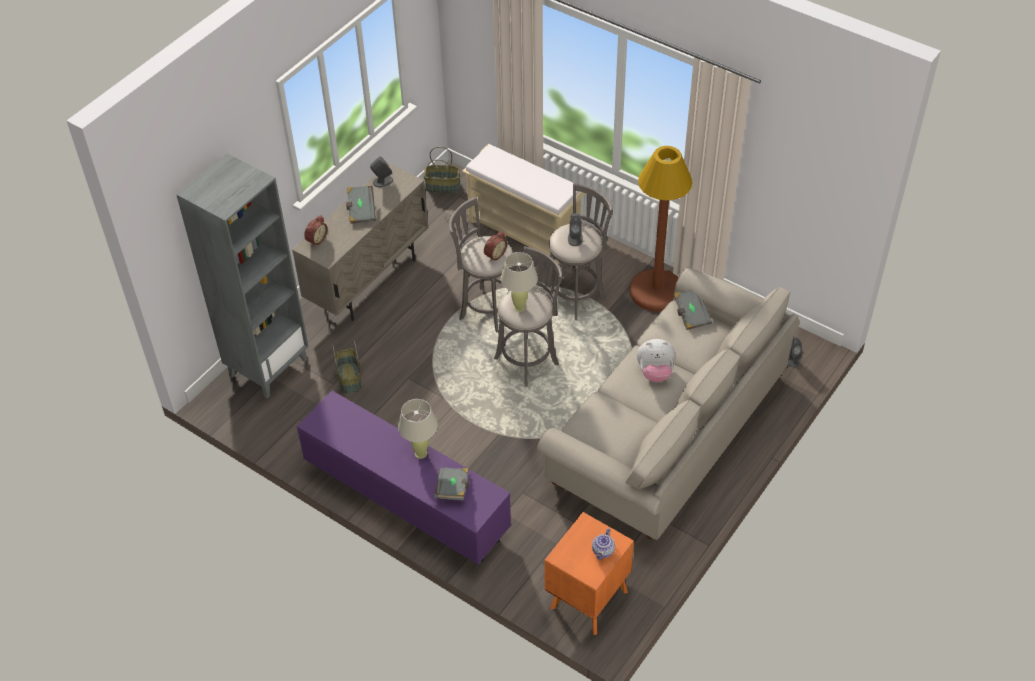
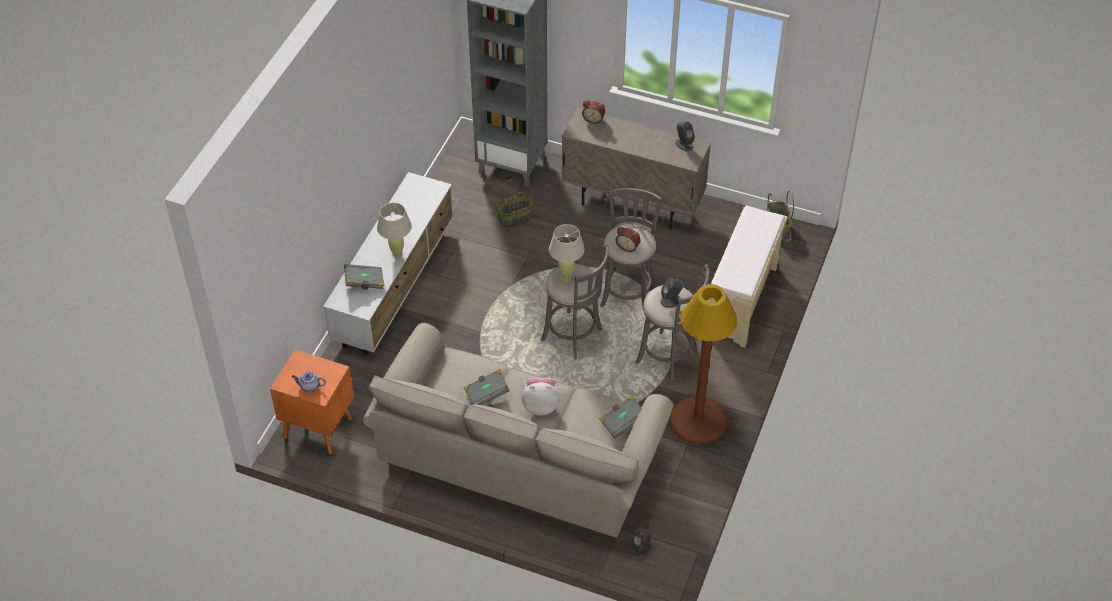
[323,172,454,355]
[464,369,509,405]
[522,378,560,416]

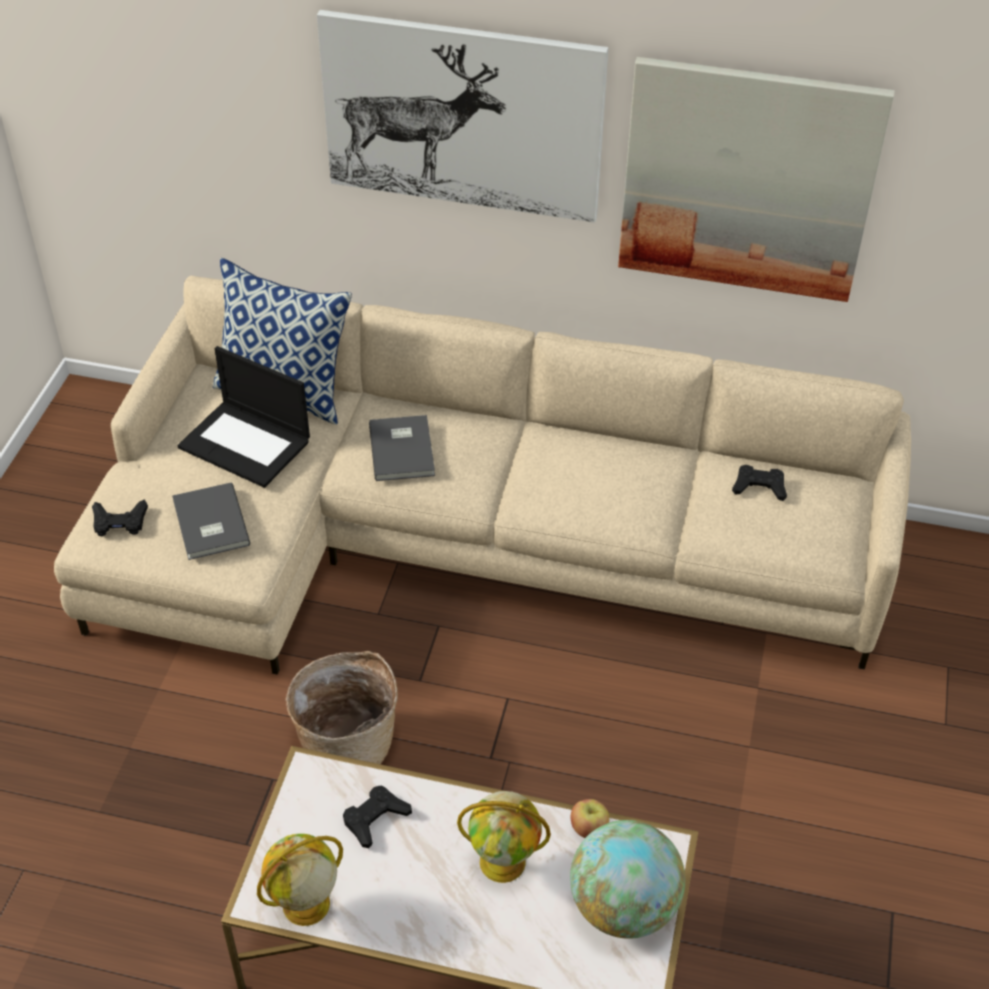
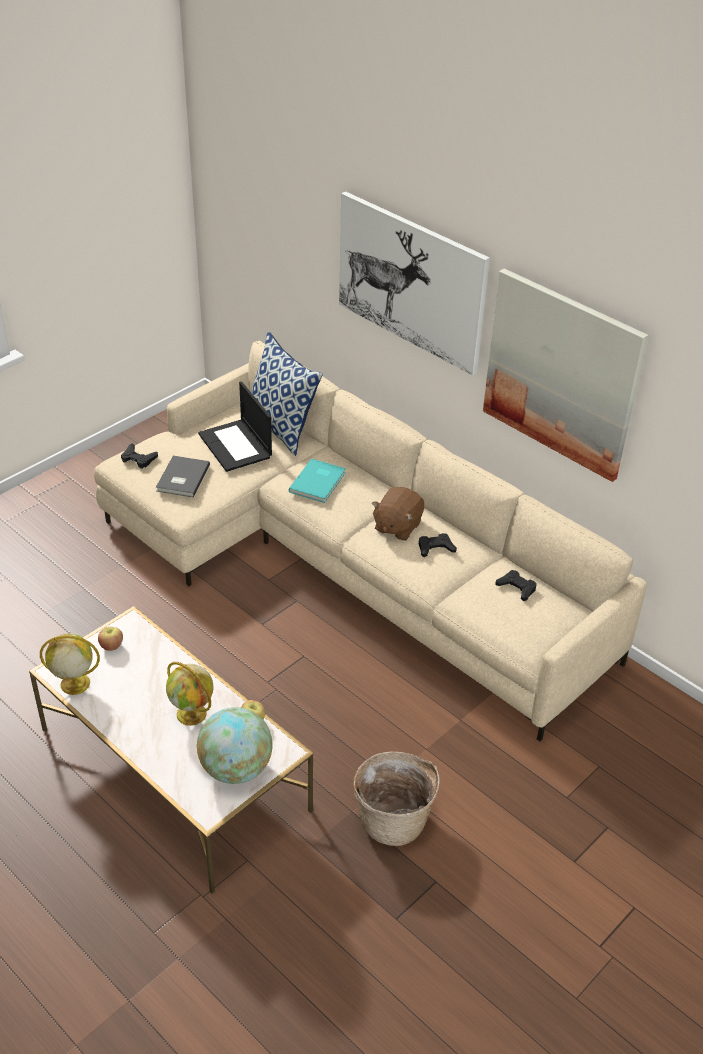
[98,627,123,651]
[289,459,346,503]
[354,751,440,846]
[372,487,424,541]
[419,533,457,557]

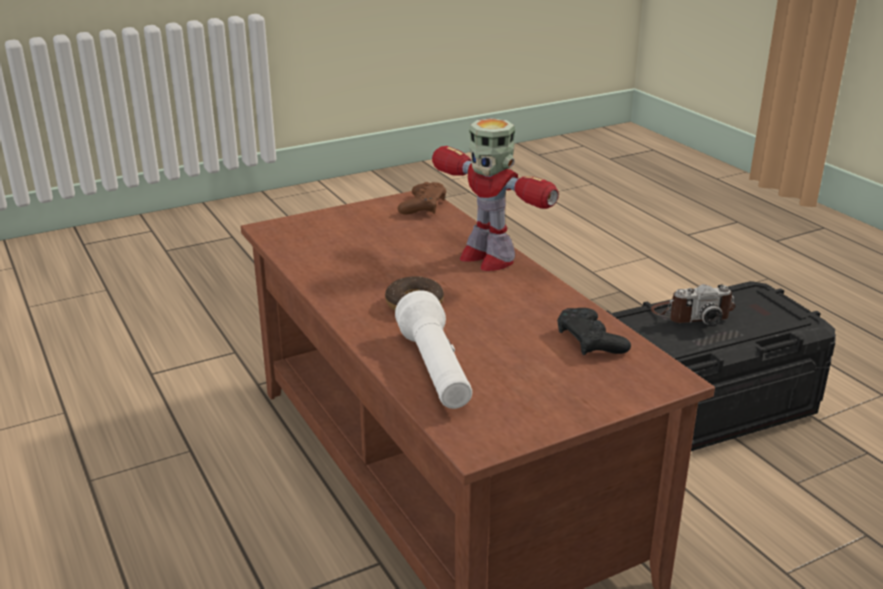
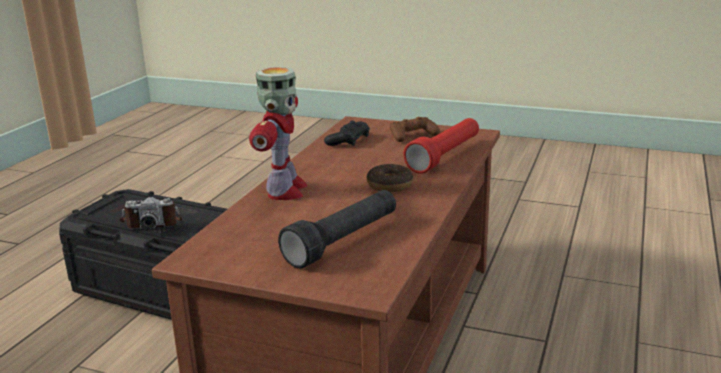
[119,197,182,230]
[278,190,396,269]
[390,117,440,142]
[403,118,479,174]

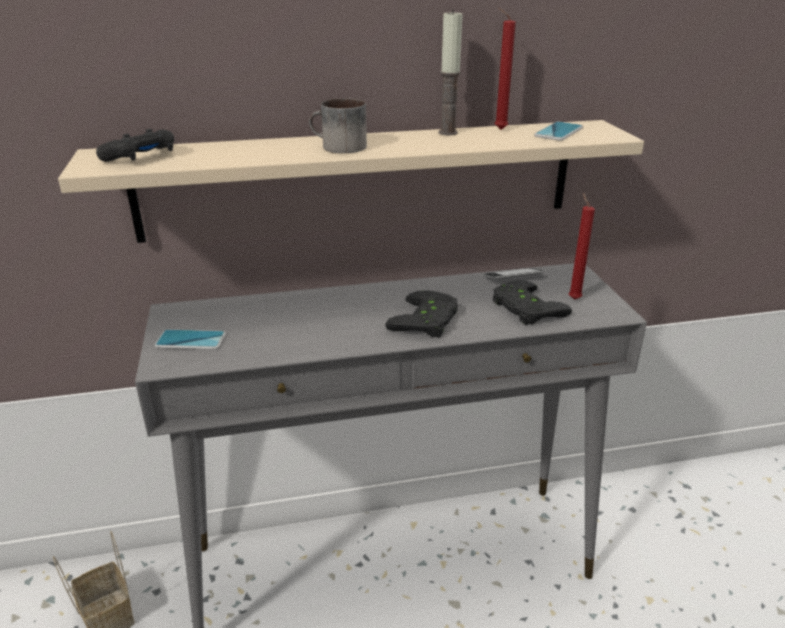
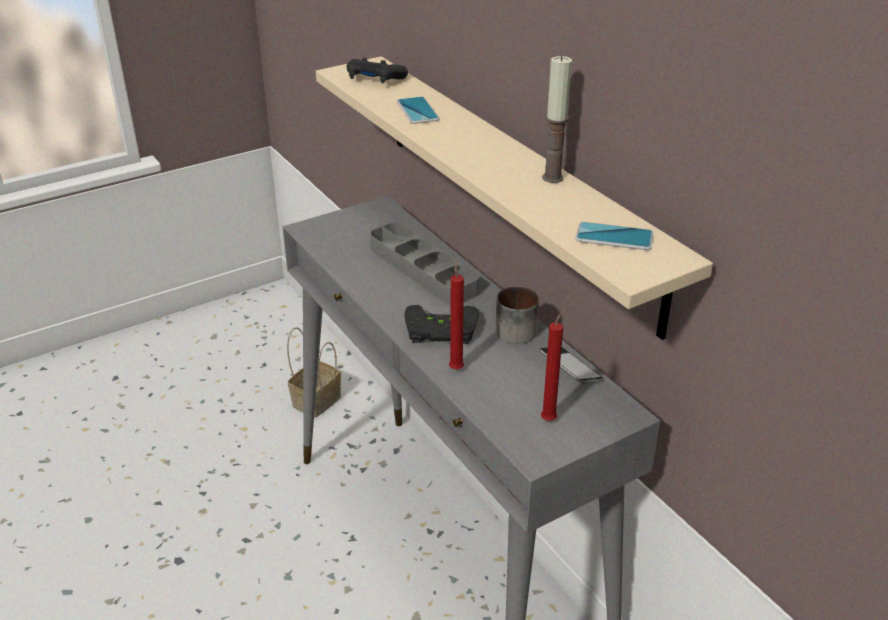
[370,223,479,305]
[397,97,440,124]
[449,260,464,370]
[495,286,539,344]
[493,280,572,325] (first image)

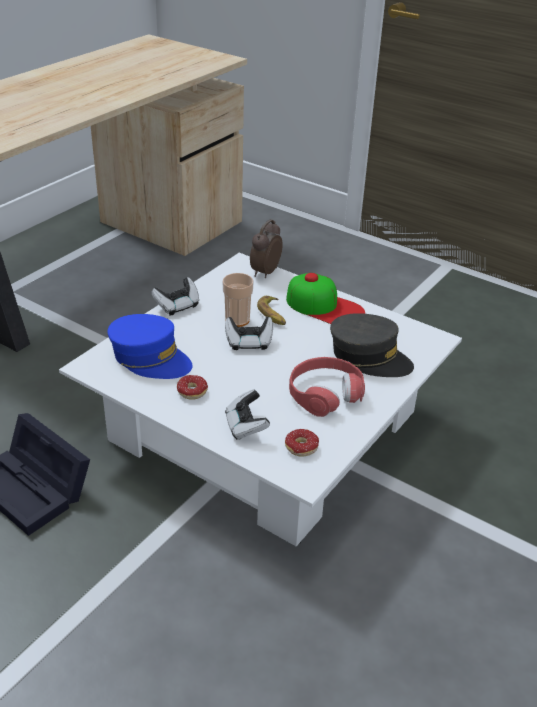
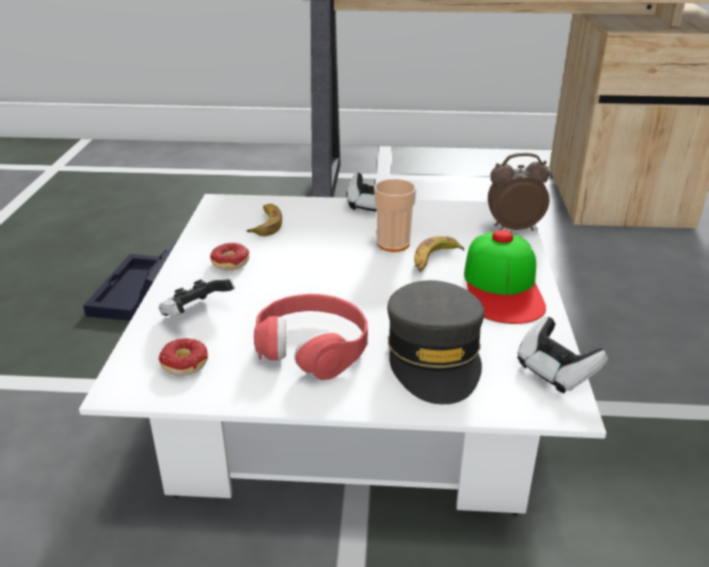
[246,204,282,236]
[517,317,608,393]

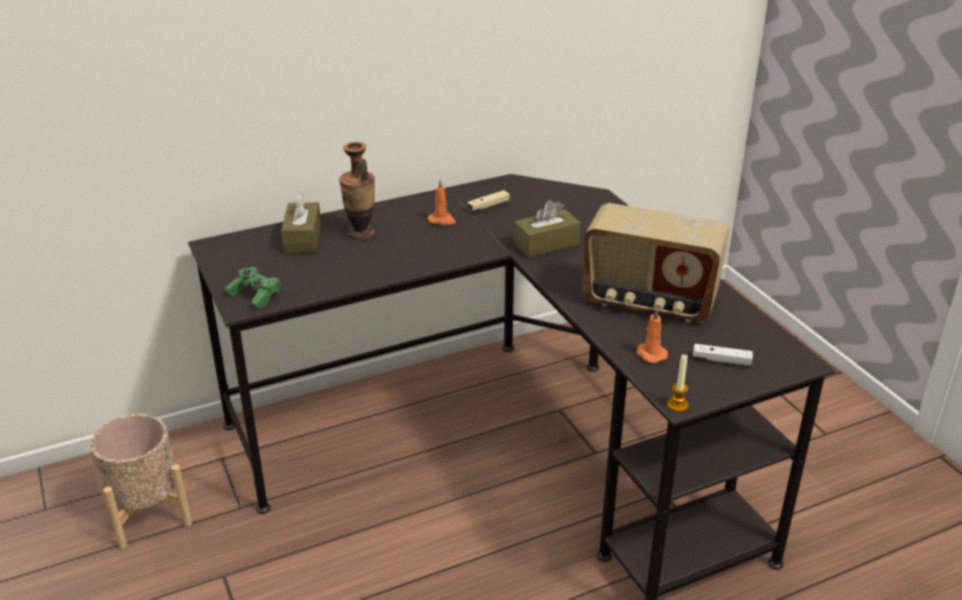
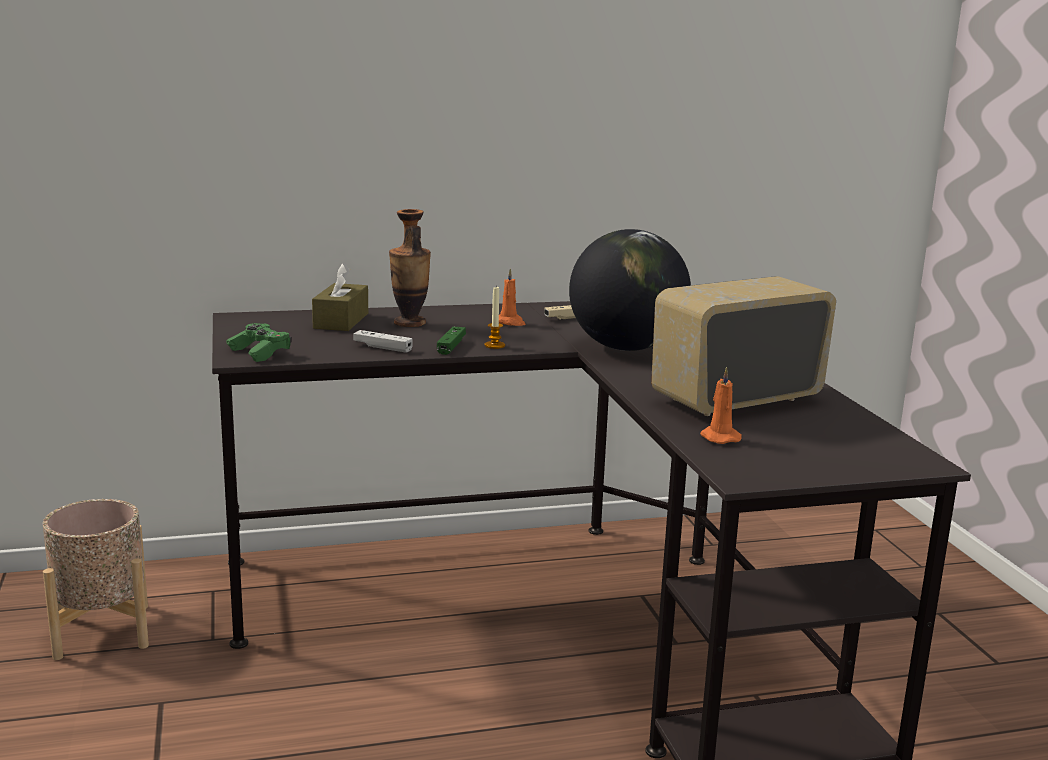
[353,330,413,353]
[437,326,466,355]
[484,287,505,349]
[569,229,691,351]
[651,276,836,416]

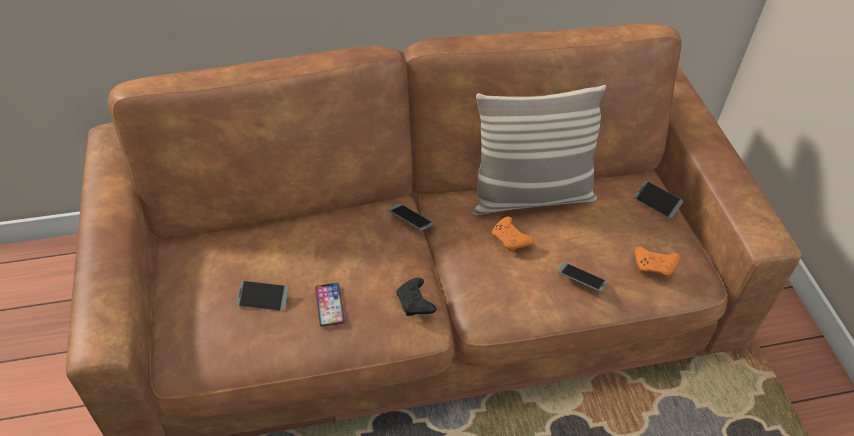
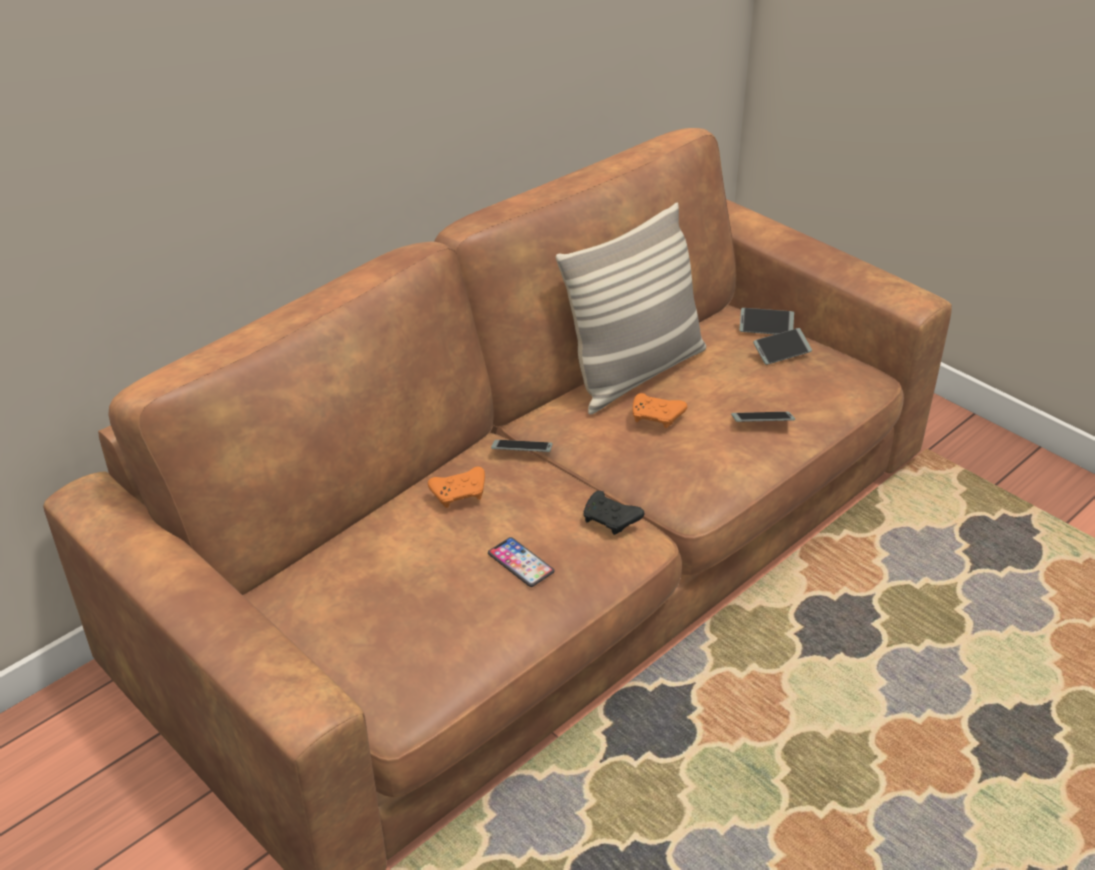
[428,467,485,508]
[753,328,812,365]

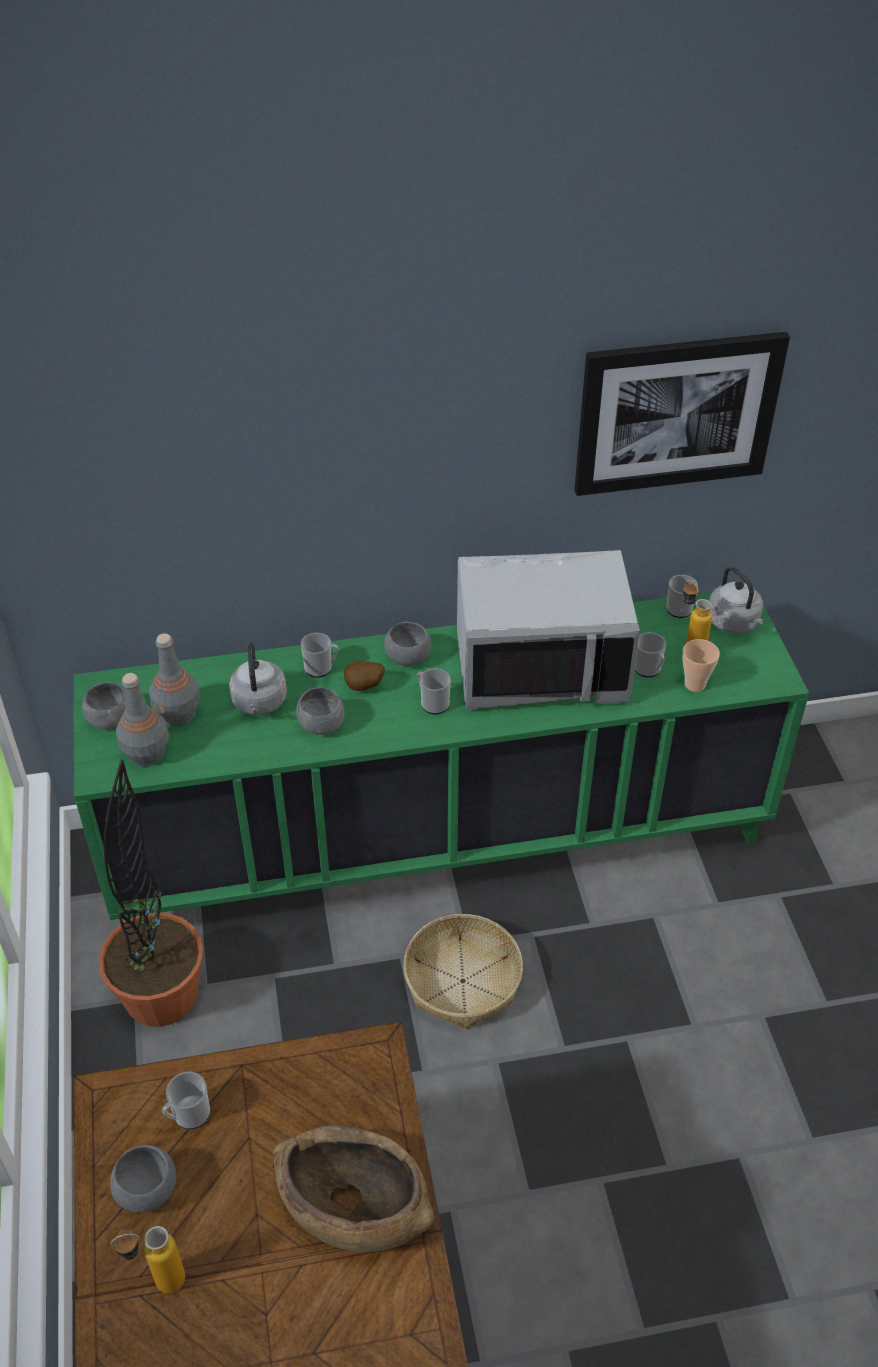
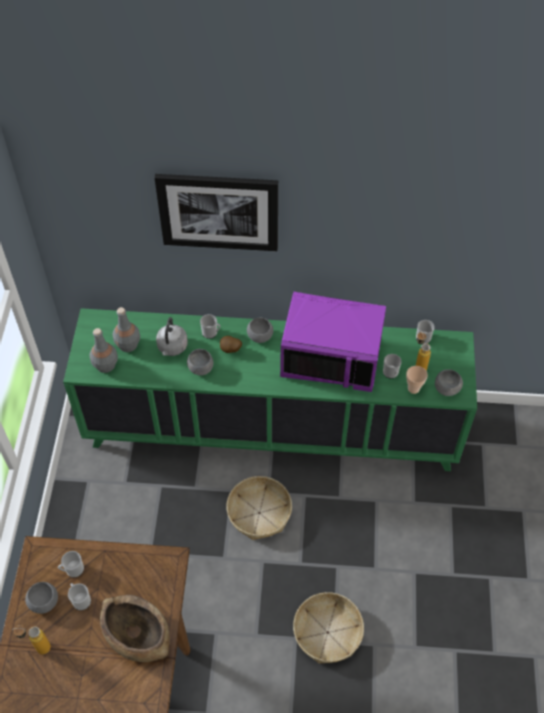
[68,583,91,610]
[155,174,278,251]
[280,292,386,392]
[293,592,364,664]
[435,369,463,396]
[99,759,203,1027] (first image)
[709,566,765,634] (first image)

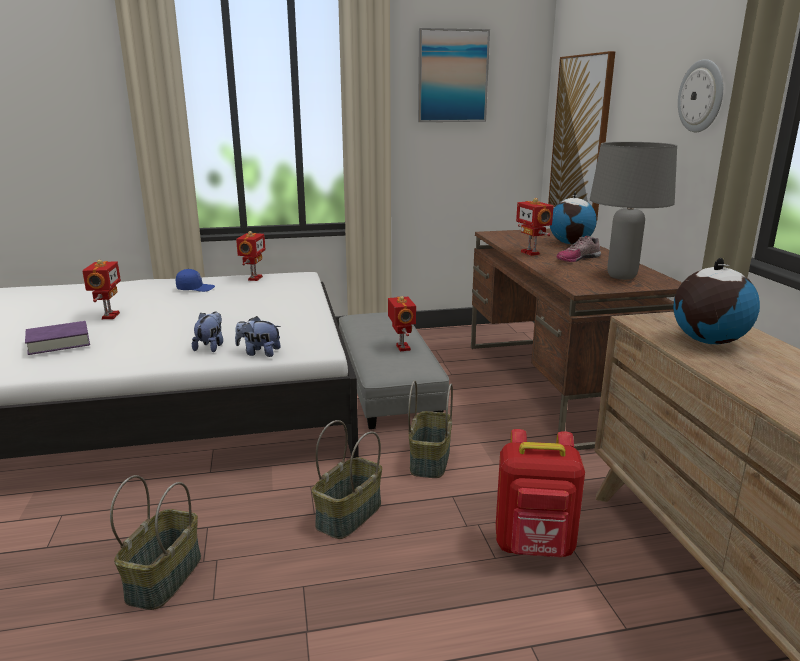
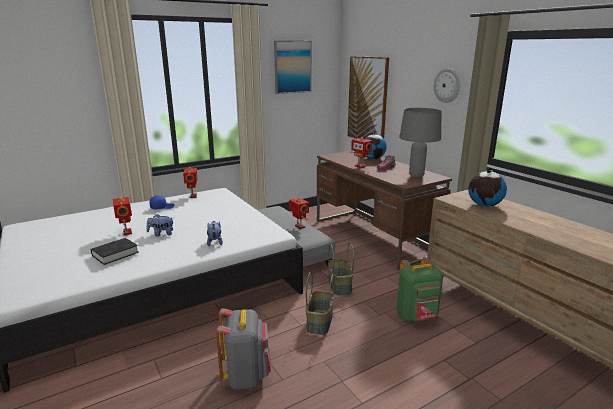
[91,238,139,265]
[147,214,173,236]
[216,308,271,390]
[397,257,443,322]

